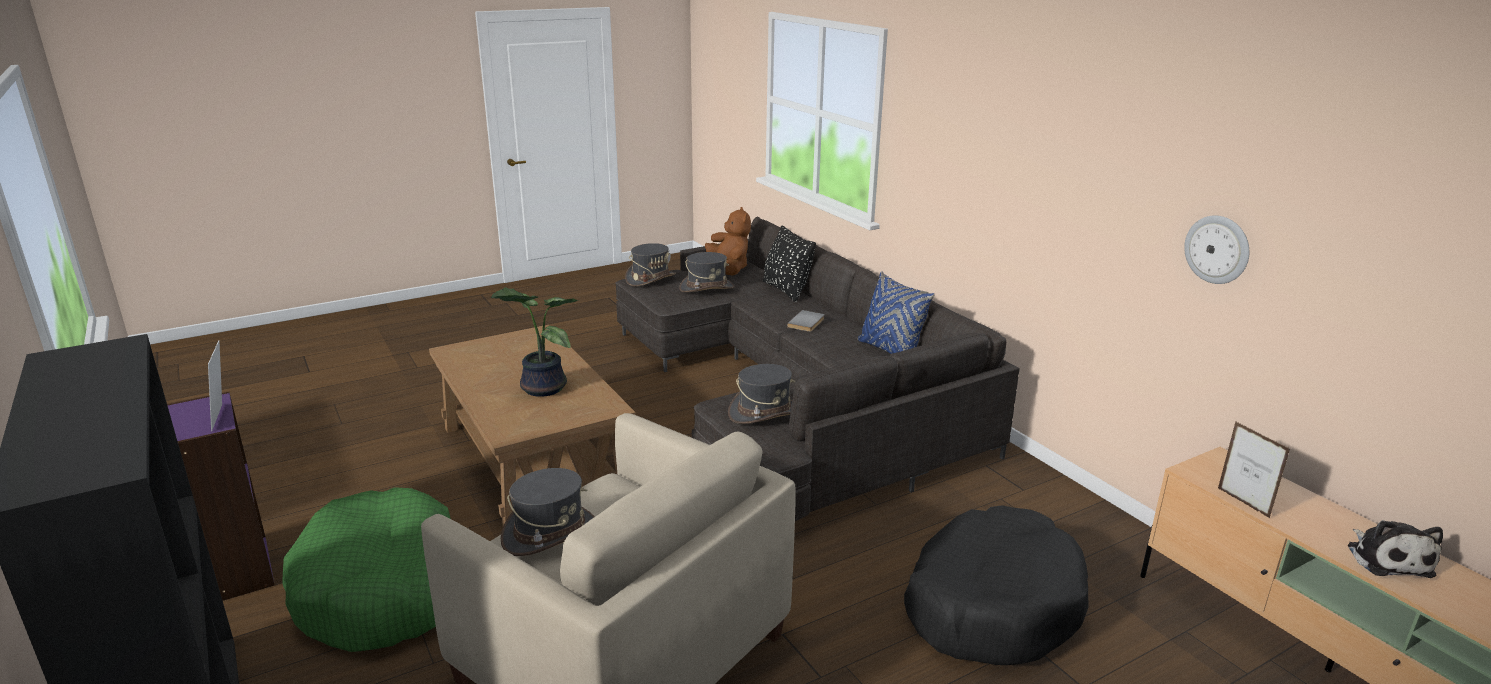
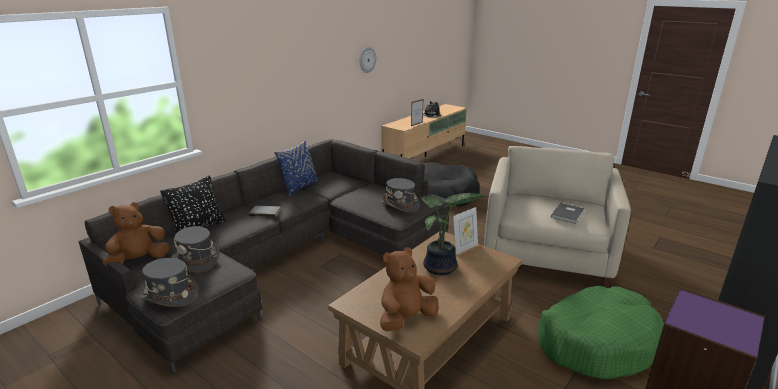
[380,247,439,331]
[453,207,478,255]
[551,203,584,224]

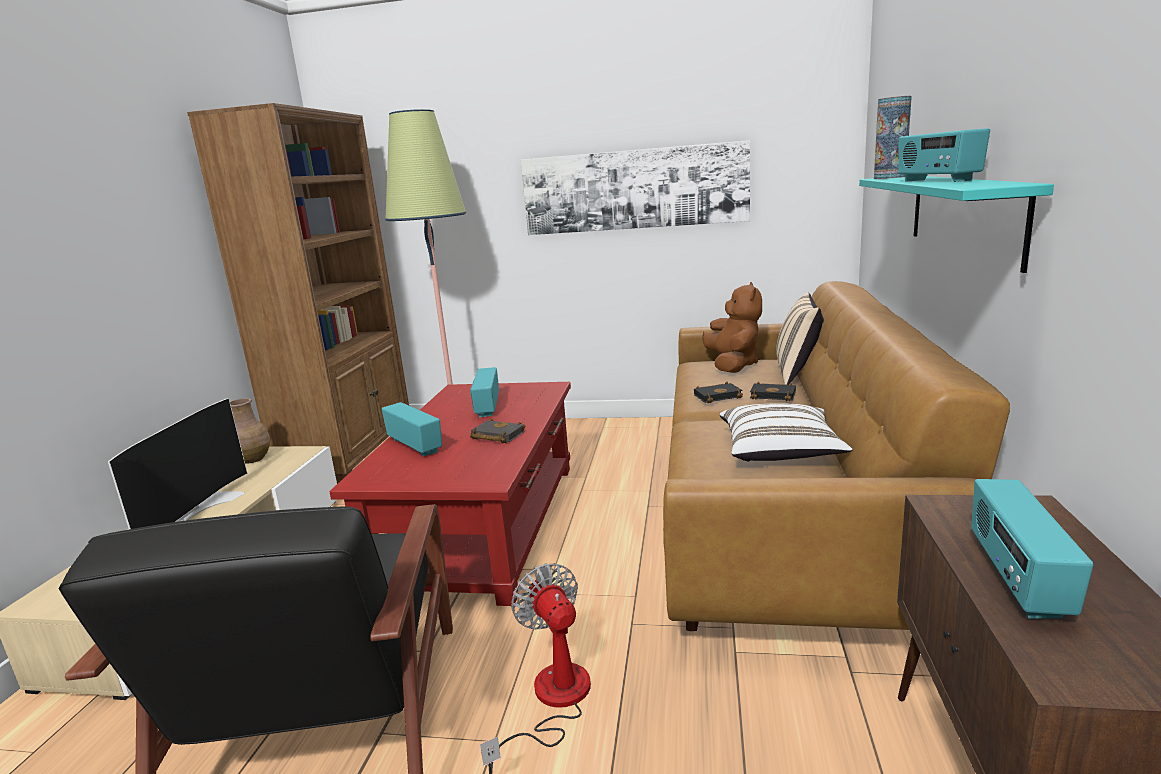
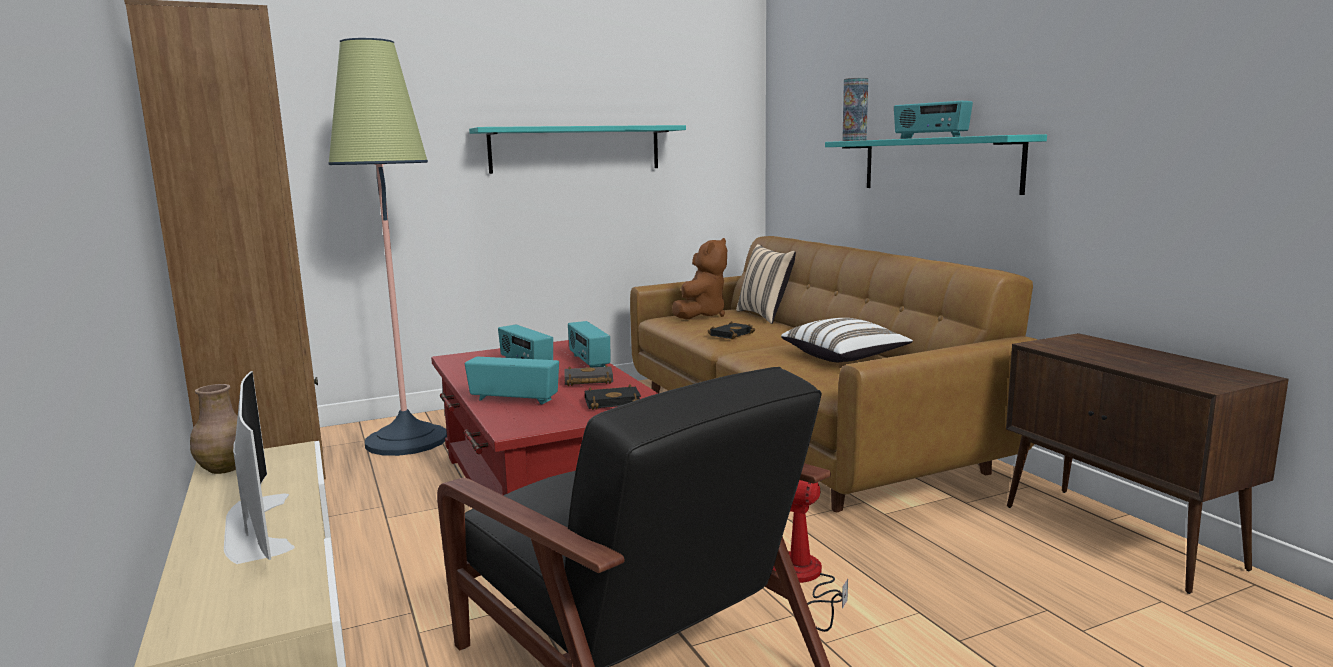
[469,125,686,174]
[568,321,610,368]
[585,384,641,410]
[672,238,727,319]

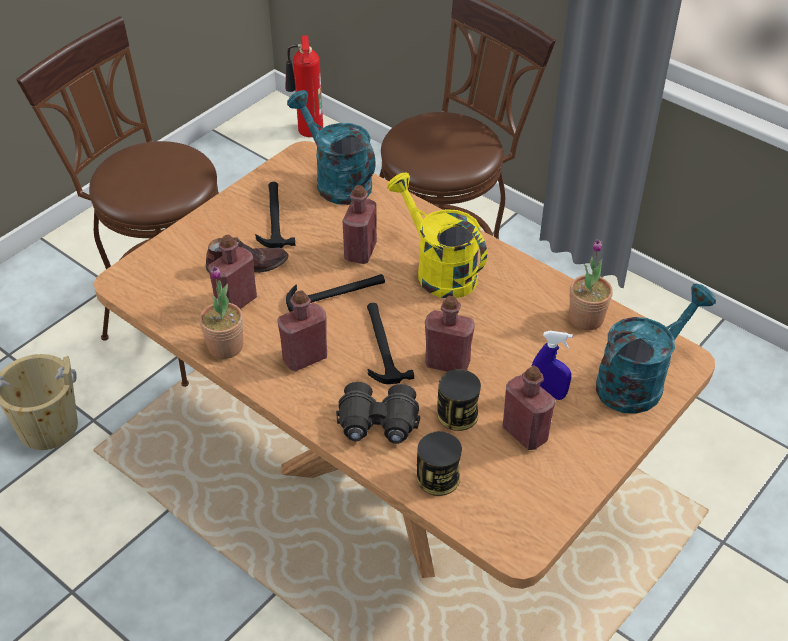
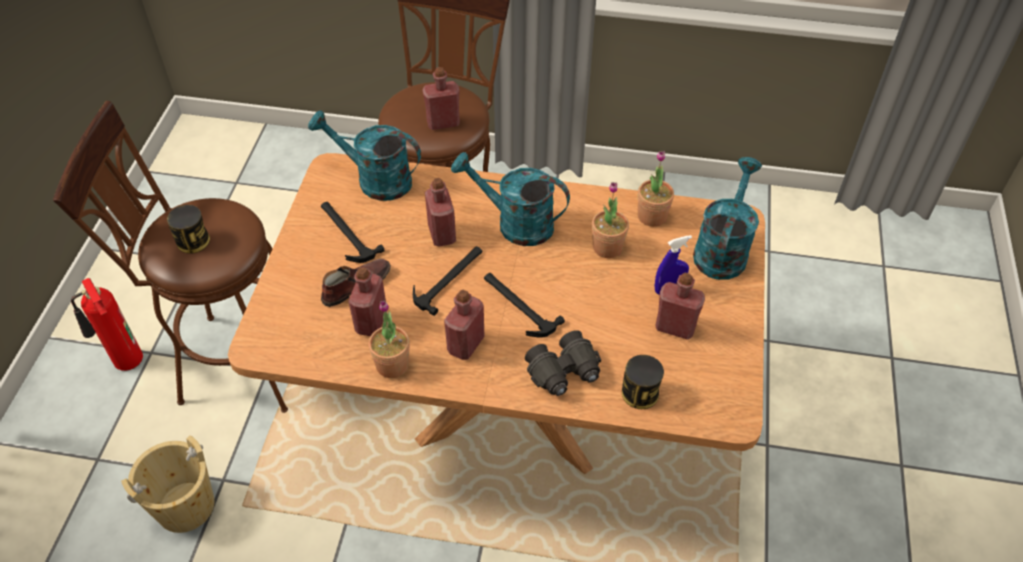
[71,278,143,371]
[167,205,210,254]
[422,67,460,130]
[451,152,570,246]
[592,182,629,258]

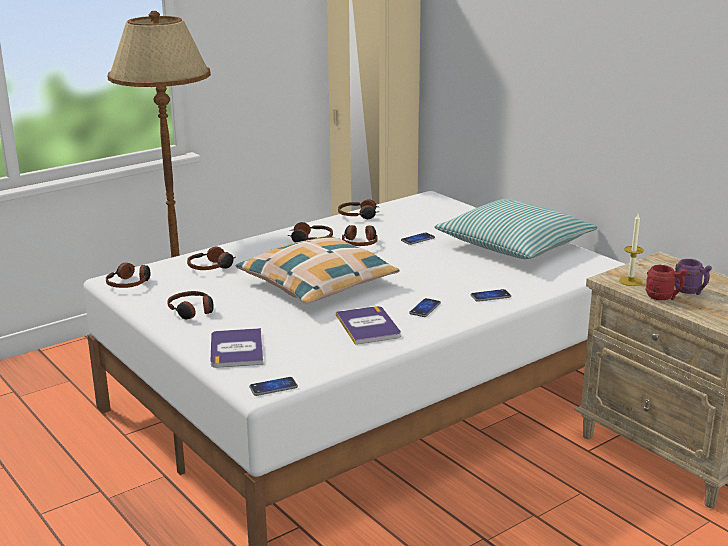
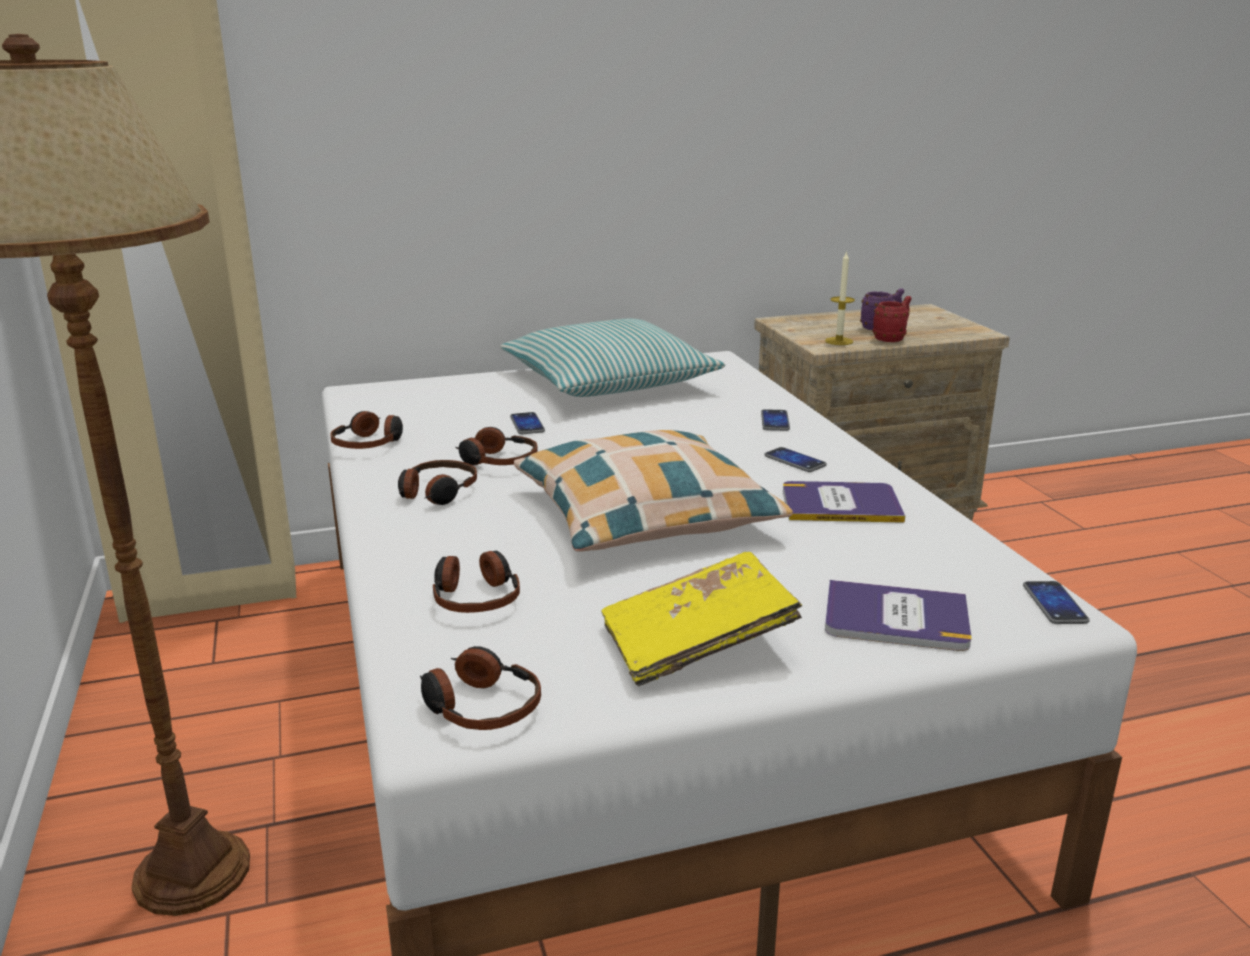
[601,552,802,687]

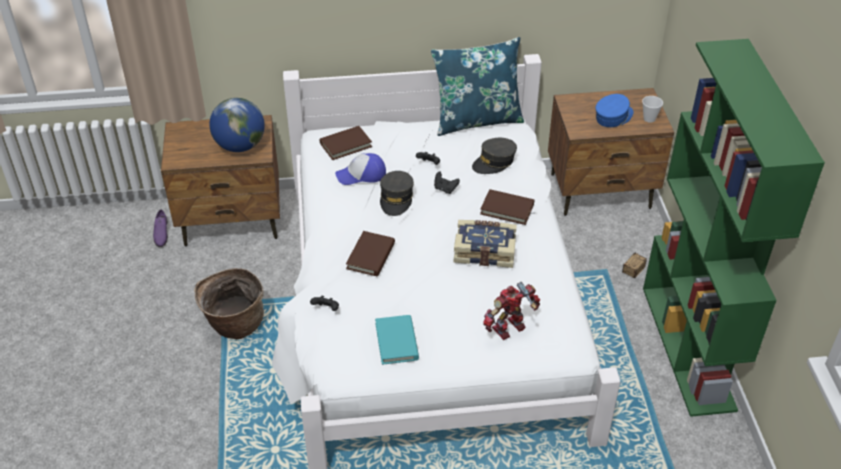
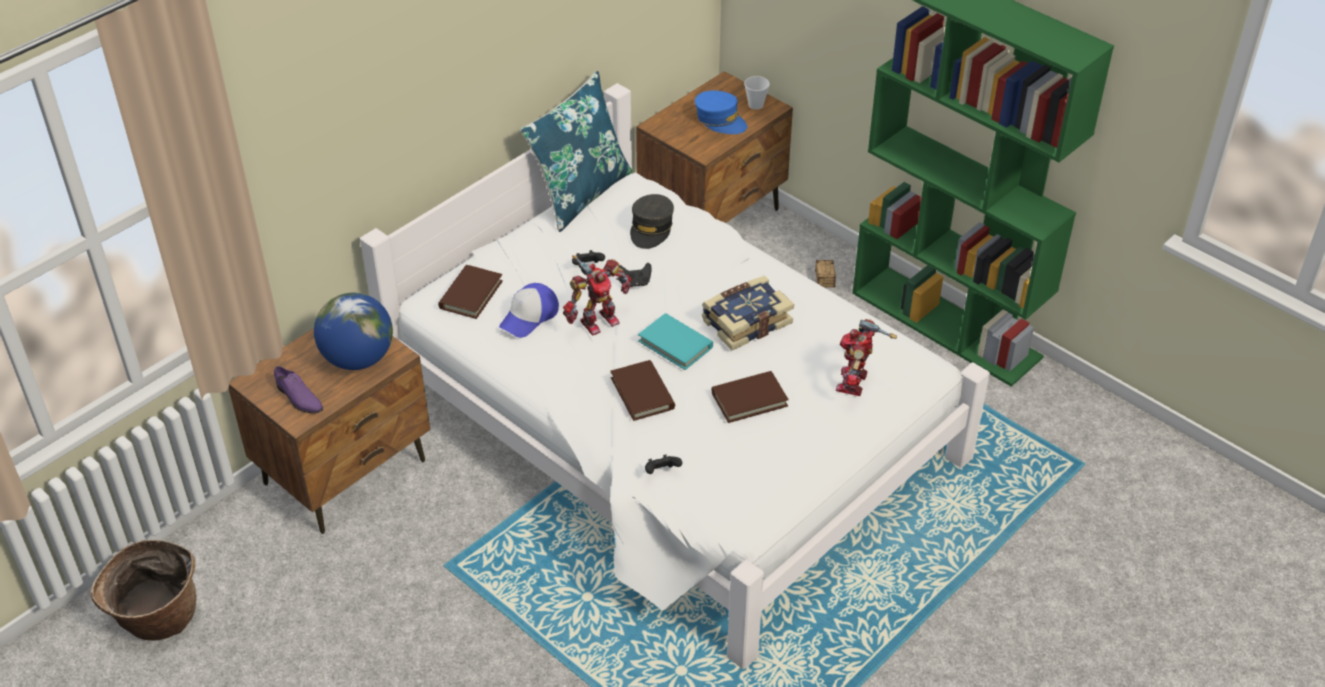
[91,540,197,641]
[274,366,323,414]
[563,255,631,336]
[638,313,713,370]
[695,91,747,134]
[712,371,789,423]

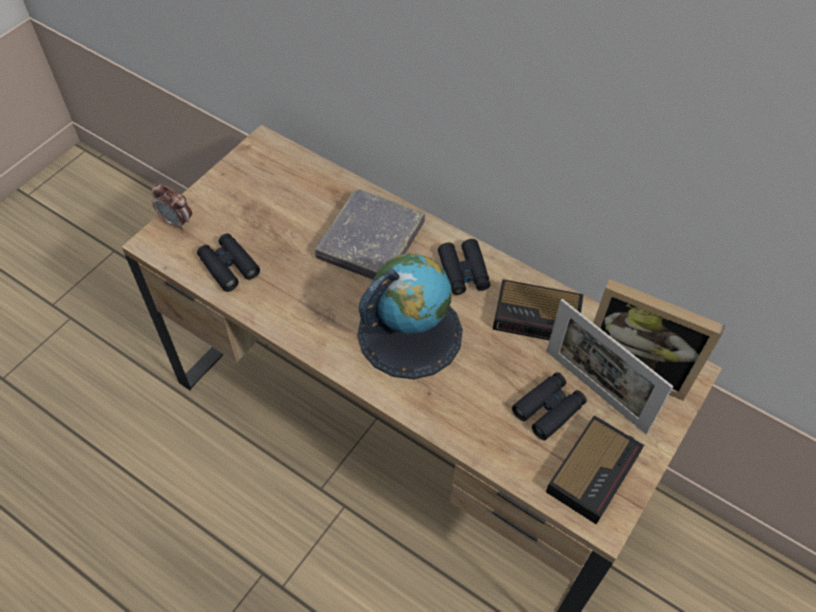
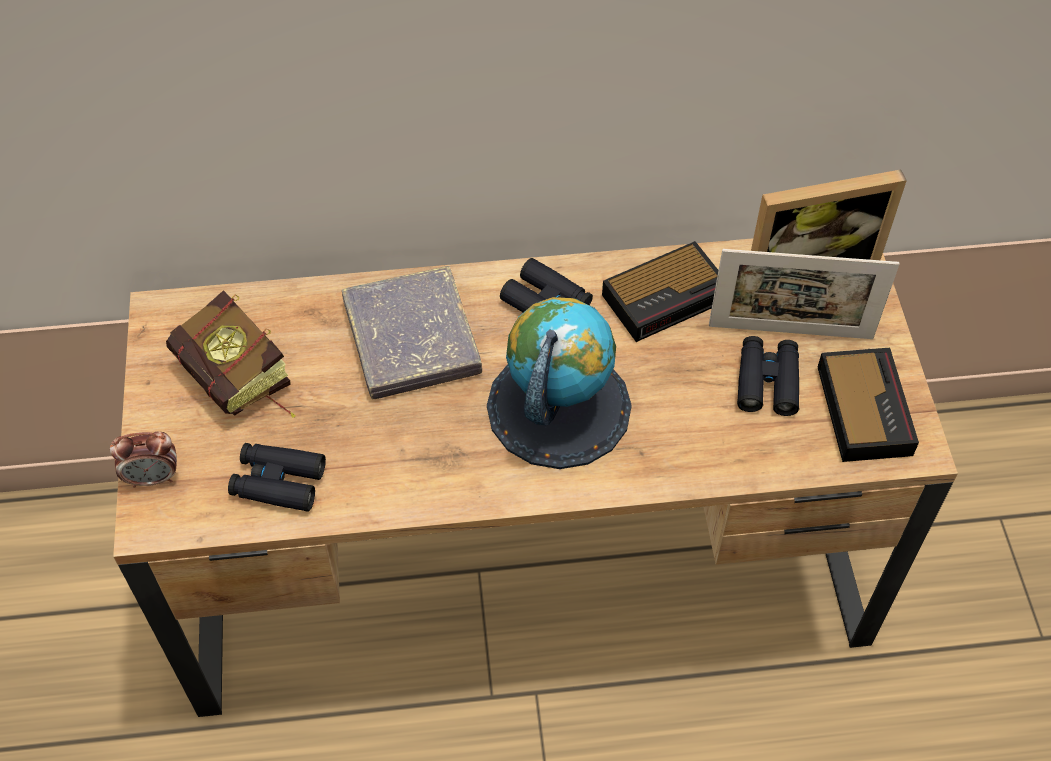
[166,290,295,418]

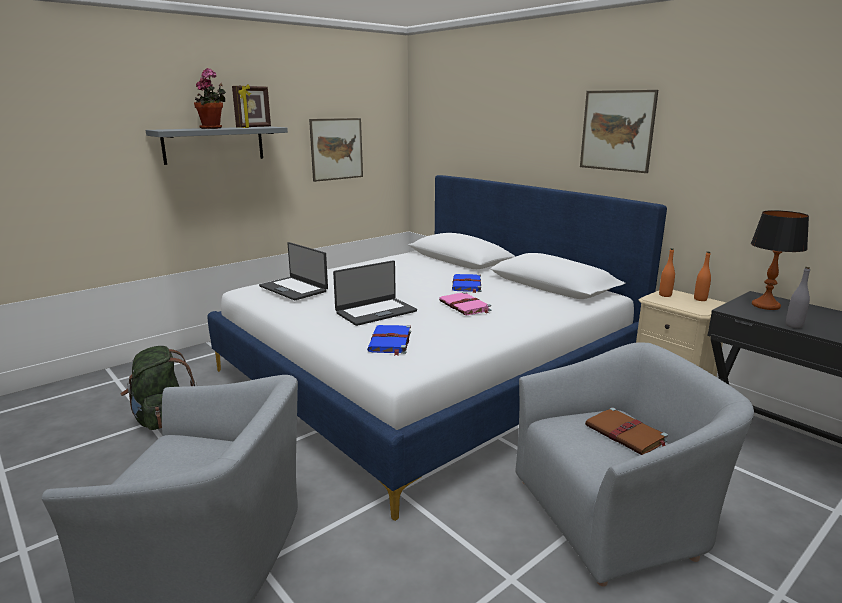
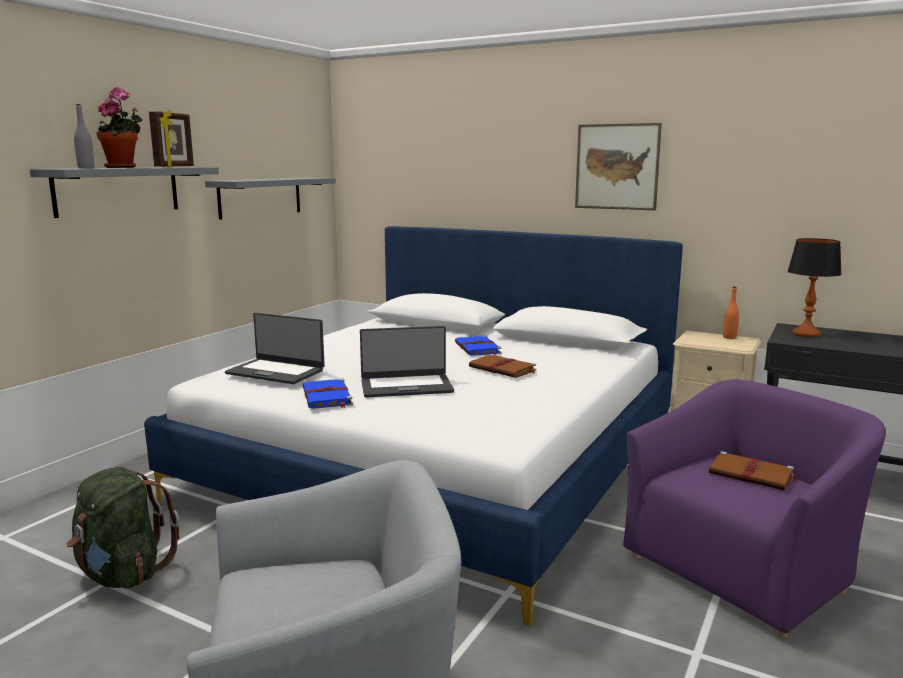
[74,104,95,168]
[205,178,336,220]
[303,379,353,409]
[360,326,454,398]
[469,354,536,378]
[623,379,886,638]
[659,248,675,297] (first image)

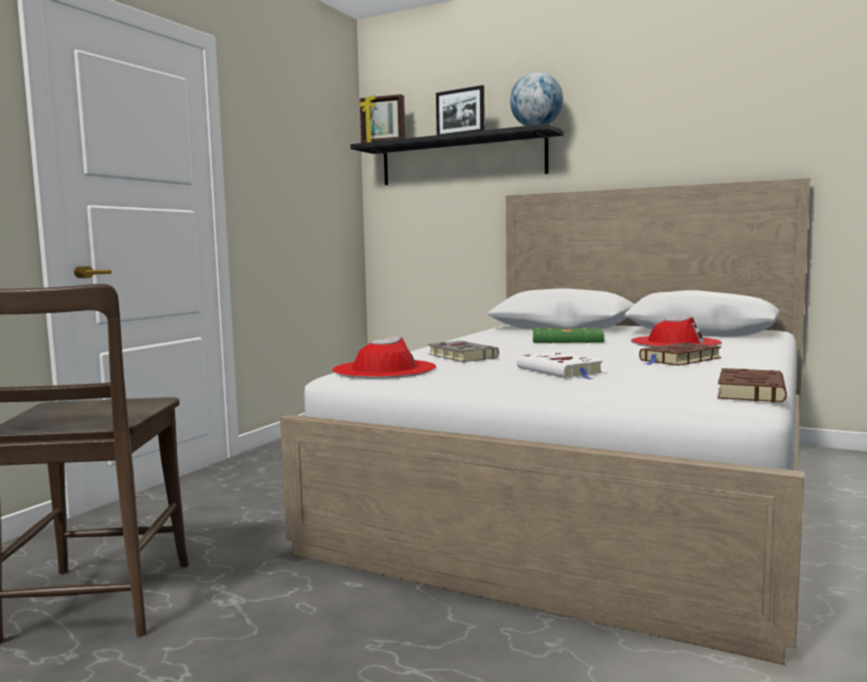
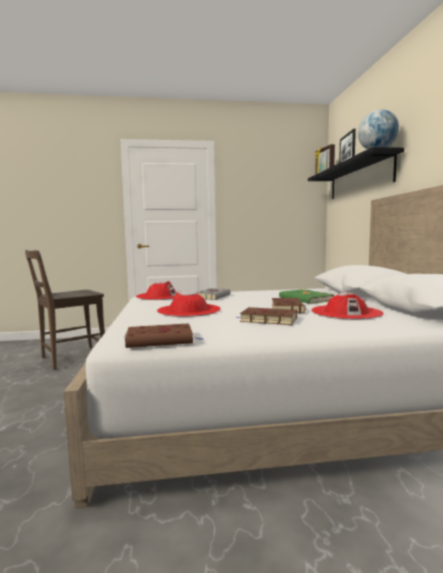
[157,291,221,317]
[272,298,306,313]

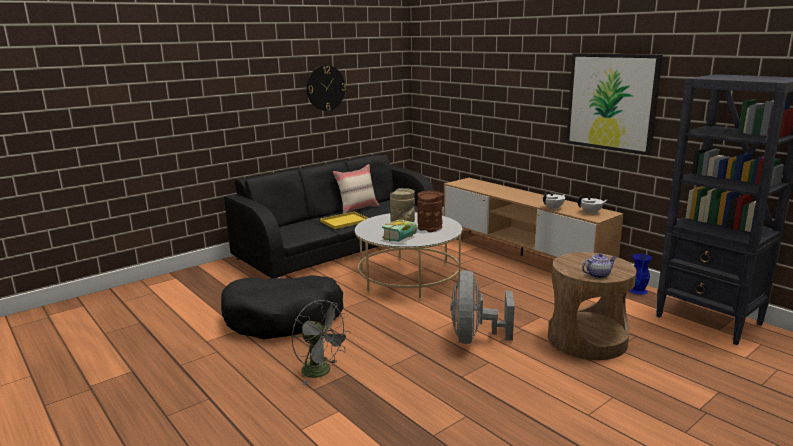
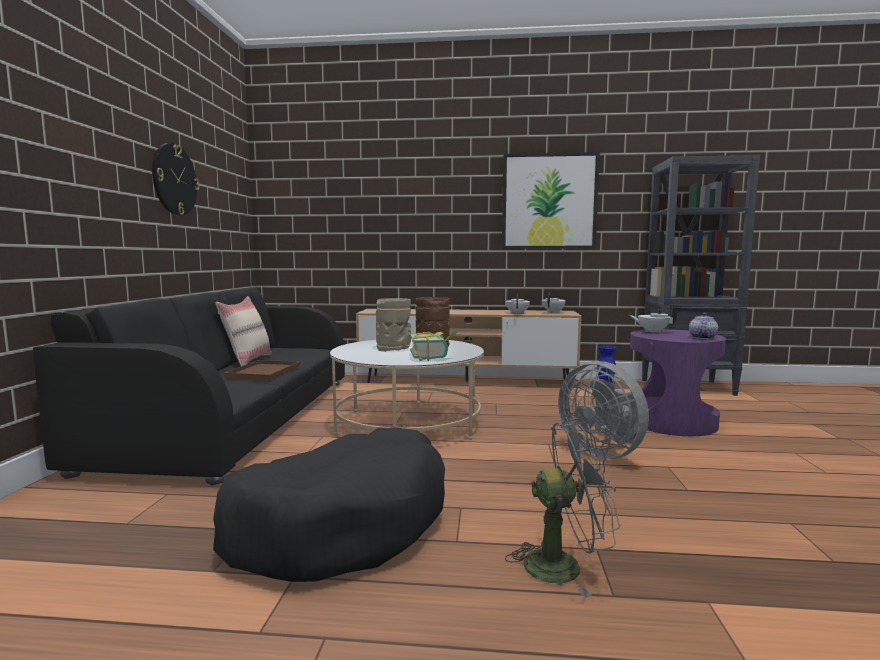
[224,360,300,380]
[629,307,677,333]
[630,329,726,436]

